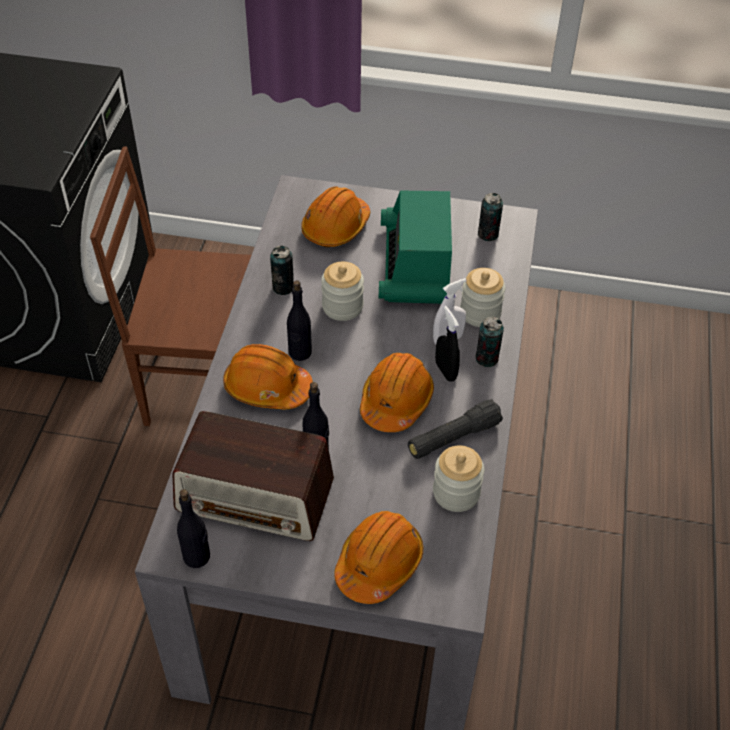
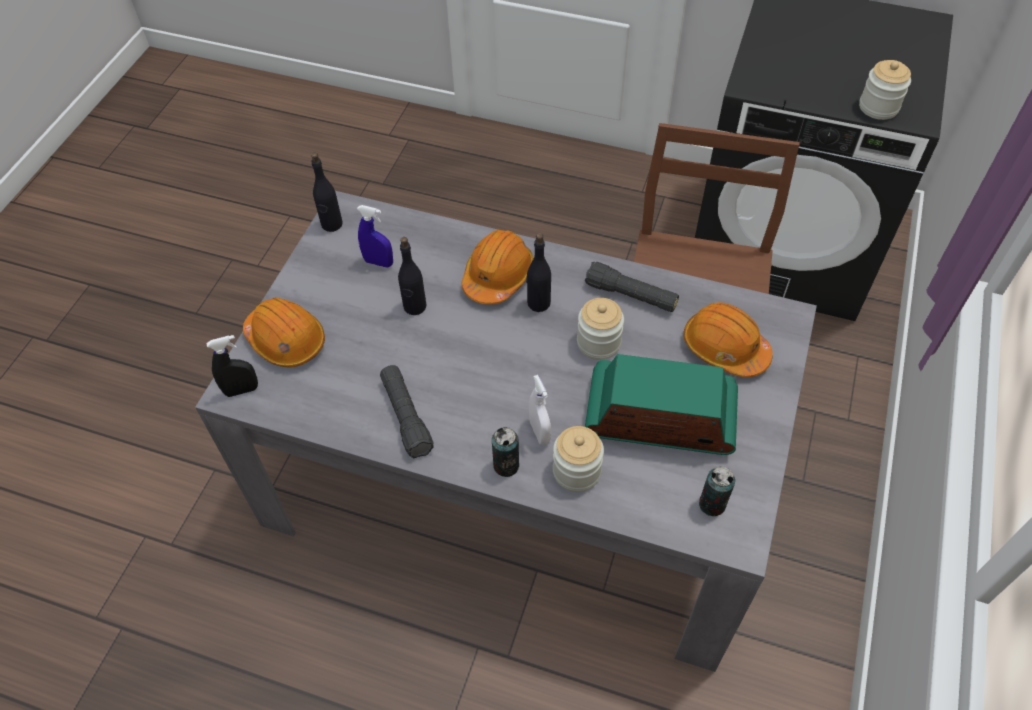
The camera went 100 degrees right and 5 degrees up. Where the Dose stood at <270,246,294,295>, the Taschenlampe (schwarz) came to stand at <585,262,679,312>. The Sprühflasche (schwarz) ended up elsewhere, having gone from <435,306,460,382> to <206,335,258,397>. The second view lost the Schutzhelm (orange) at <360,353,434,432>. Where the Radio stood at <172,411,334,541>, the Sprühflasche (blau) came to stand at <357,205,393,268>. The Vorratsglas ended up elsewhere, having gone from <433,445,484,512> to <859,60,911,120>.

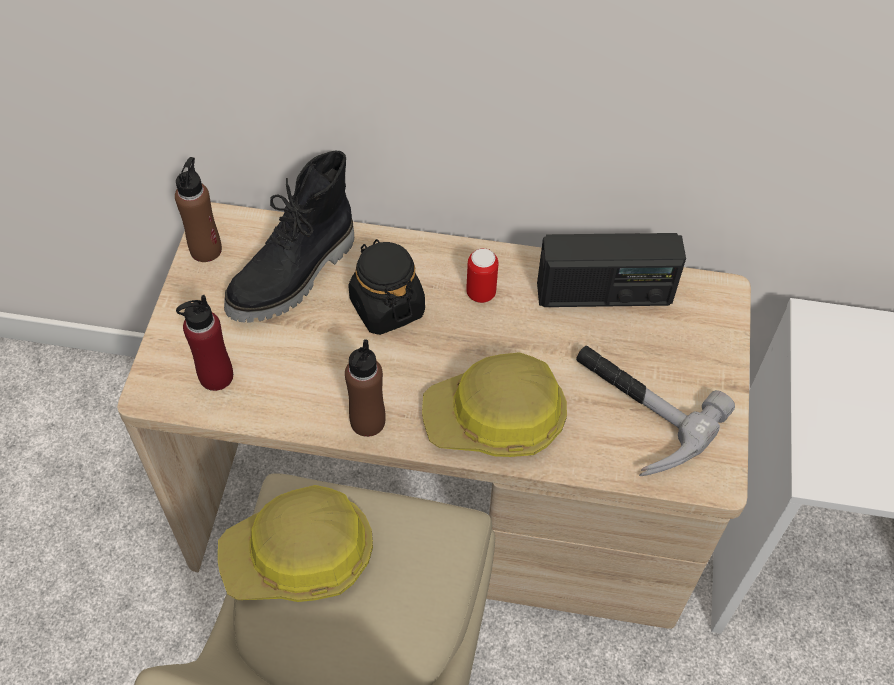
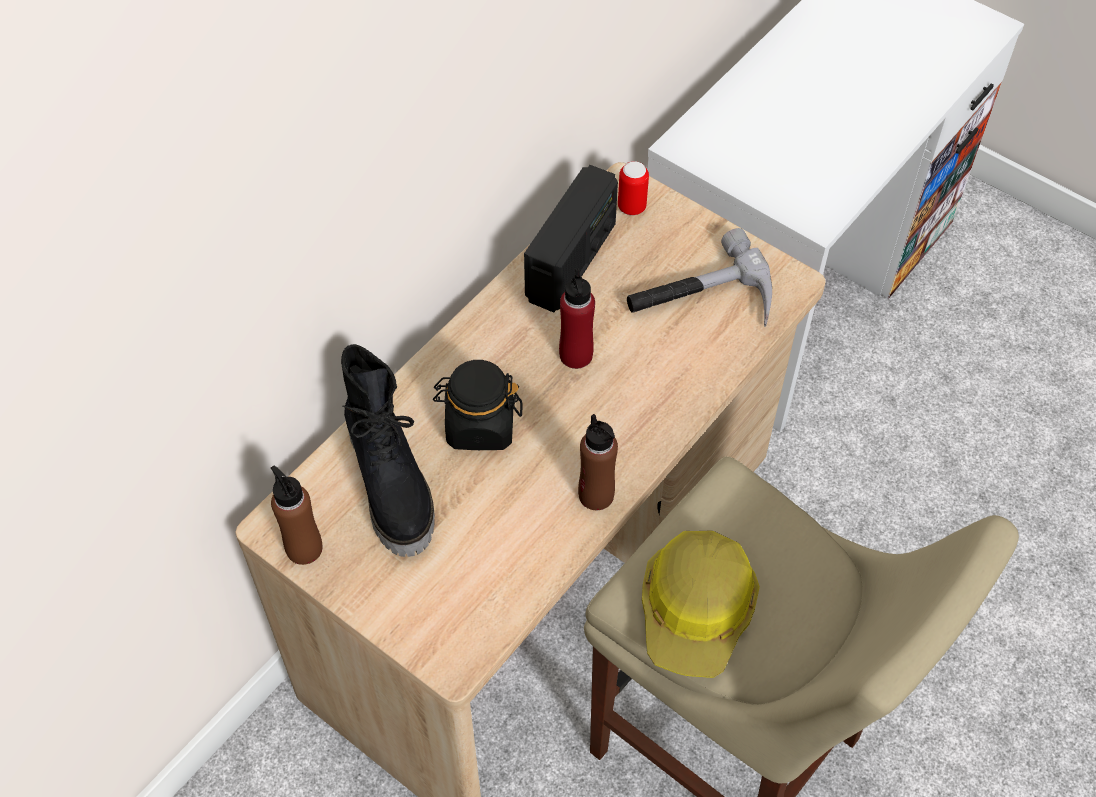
The camera went 60 degrees left and 0 degrees up. The Dose ended up elsewhere, having gone from <466,248,498,303> to <618,161,649,215>. The Flasche (rot) ended up elsewhere, having gone from <176,295,233,391> to <559,268,595,369>. The second view lost the Schutzhelm at <422,352,567,457>.

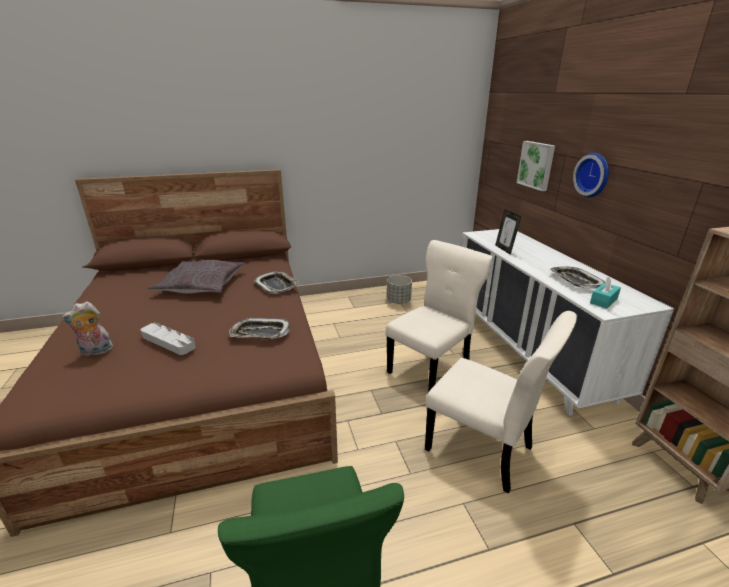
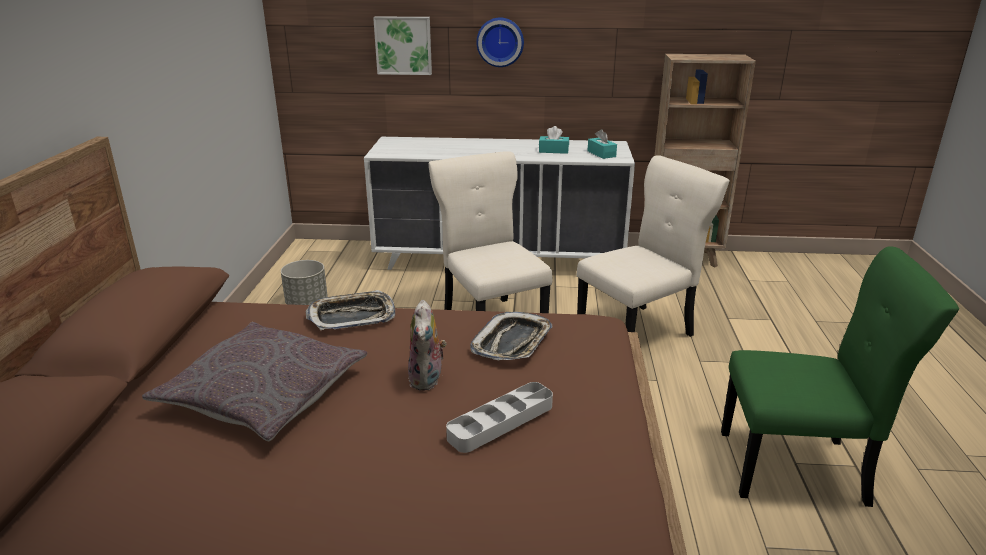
The camera went 70 degrees left and 0 degrees up. The second view lost the Bilderrahmen at <495,209,521,255>. Where the Tablett stood at <550,267,606,289>, the Taschentuchbox (türkis) came to stand at <539,126,569,154>. The Plüschtier ended up elsewhere, having gone from <61,301,114,356> to <408,300,447,391>.

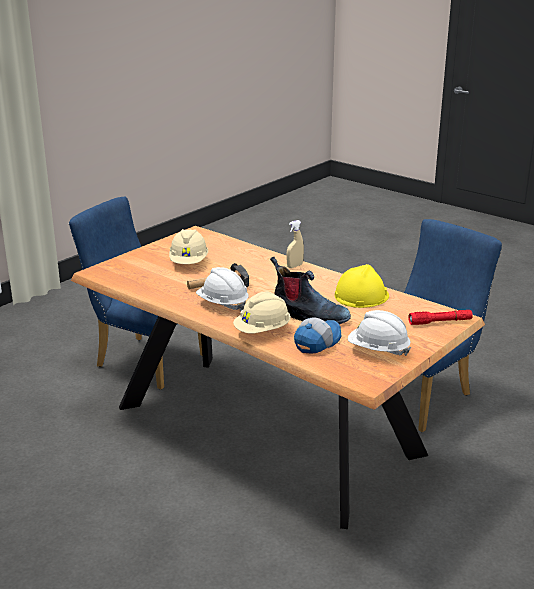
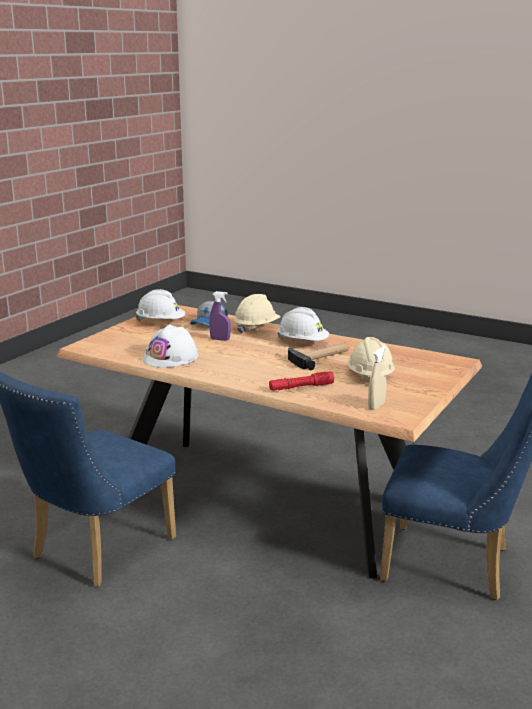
The camera went 170 degrees right and 5 degrees down. The Sprühflasche (beige) ended up elsewhere, having gone from <286,220,304,268> to <368,347,386,410>. Where the Stiefel stood at <270,257,351,325>, the Sprühflasche (lila) came to stand at <209,291,231,341>. What was the Schutzhelm (gelb) at <335,264,389,308> turned into the Schutzhelm (weiß) at <143,324,198,368>. The Taschenlampe (rot) ended up elsewhere, having gone from <408,310,473,325> to <269,371,334,391>.

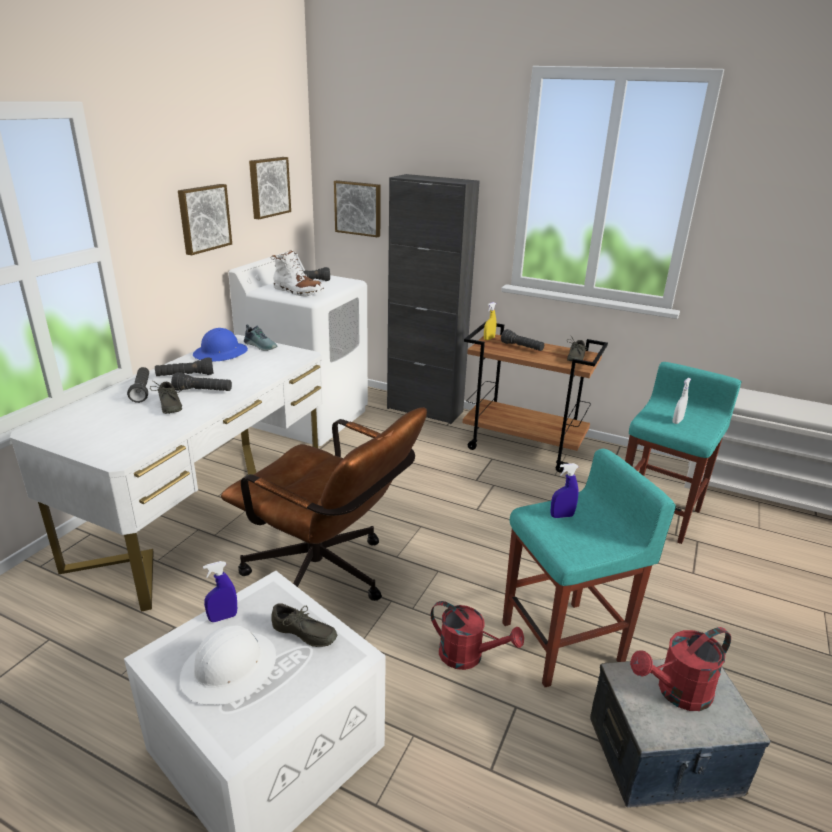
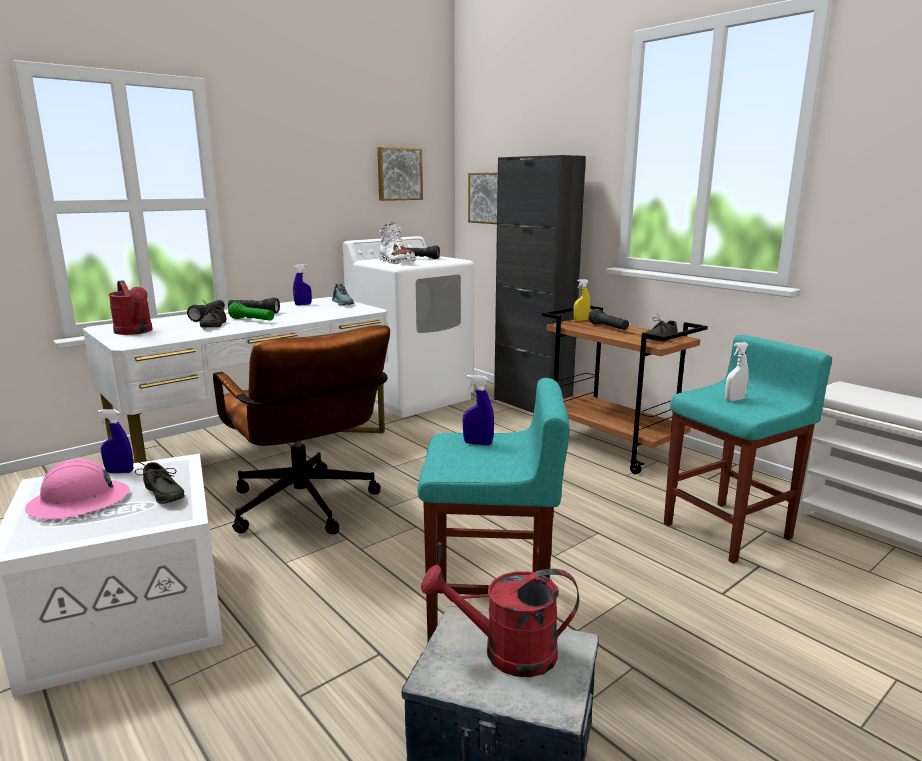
The camera went 25 degrees right and 10 degrees down. The second view lost the Bild at <178,184,232,255>. Where the Schutzhelm (blau) stood at <193,328,248,361>, the Sprühflasche (blau) came to stand at <293,264,312,305>. What was the Taschenlampe (schwarz) at <171,372,232,391> turned into the Taschenlampe (grün) at <228,302,274,321>. The Gießkanne (rot) ended up elsewhere, having gone from <431,601,524,670> to <108,280,153,335>. What was the Schutzhelm (weiß) at <179,626,276,705> turned into the Schutzhelm (rosa) at <25,459,130,519>.

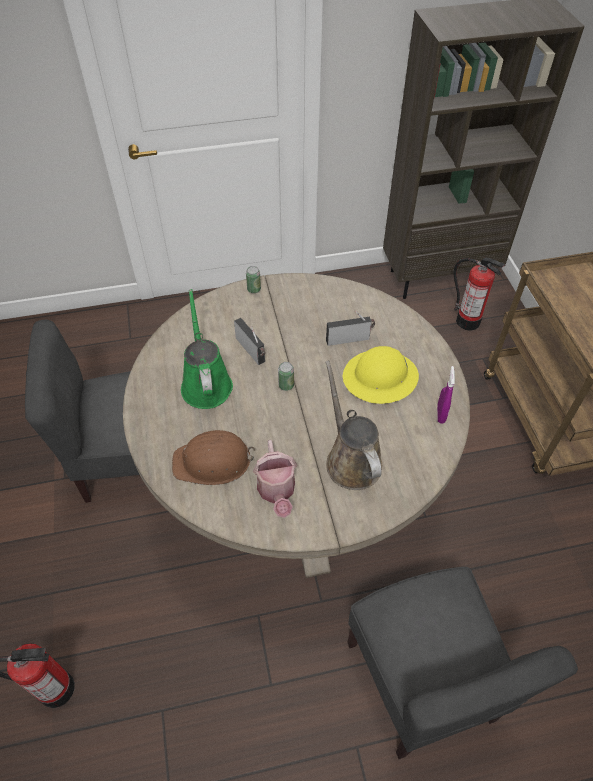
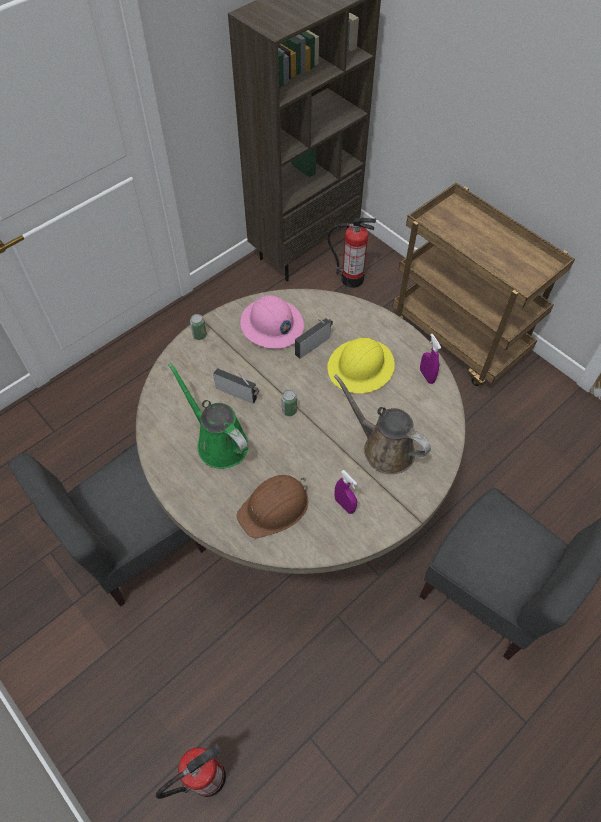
The camera went 30 degrees left and 5 degrees up. Where the Gießkanne stood at <253,440,297,518>, the Sprühflasche (lila) came to stand at <335,470,357,514>. The second view gained the Schutzhelm (rosa) at <240,295,304,349>.

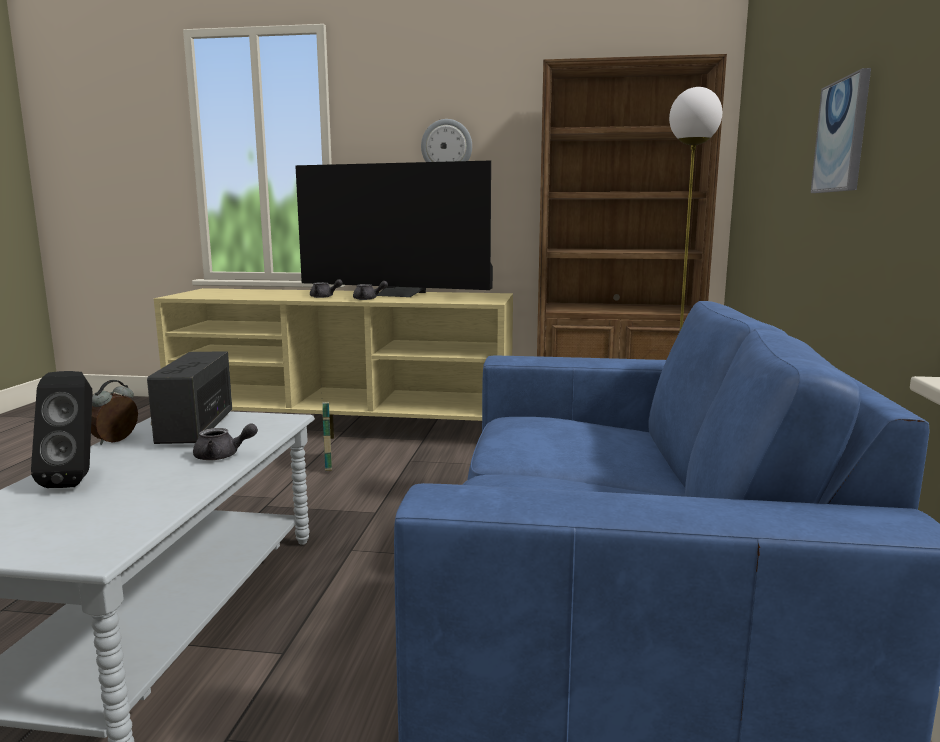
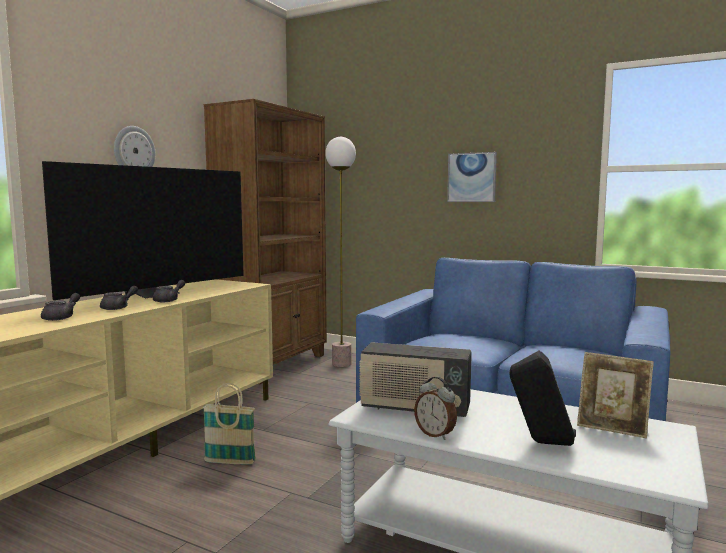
The camera went 70 degrees left and 5 degrees down. The Teekanne (grau) ended up elsewhere, having gone from <193,423,258,460> to <41,293,80,321>. The second view gained the Bilderrahmen at <577,352,654,439>.

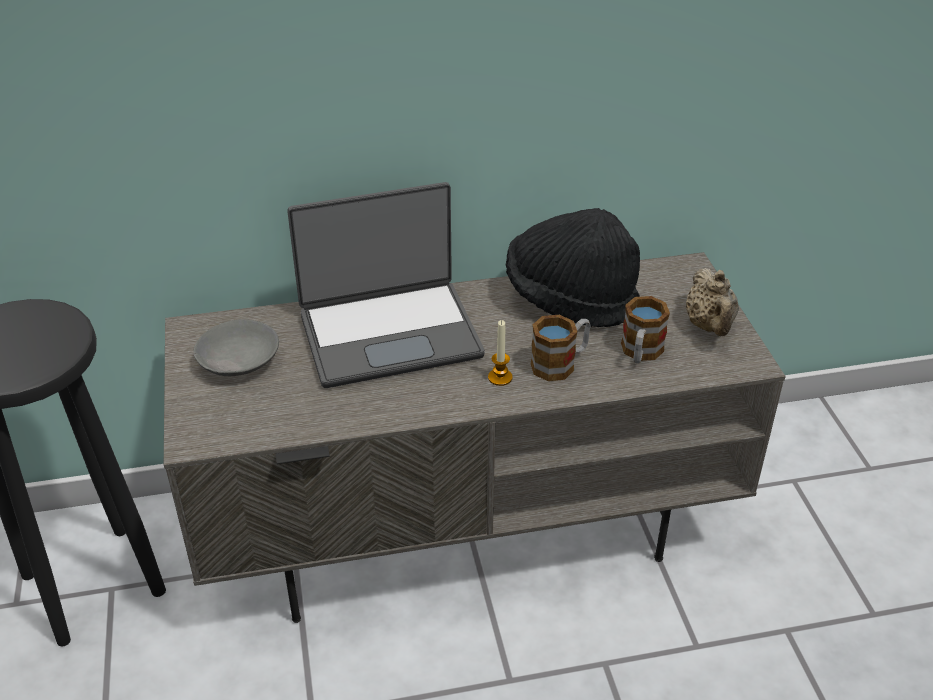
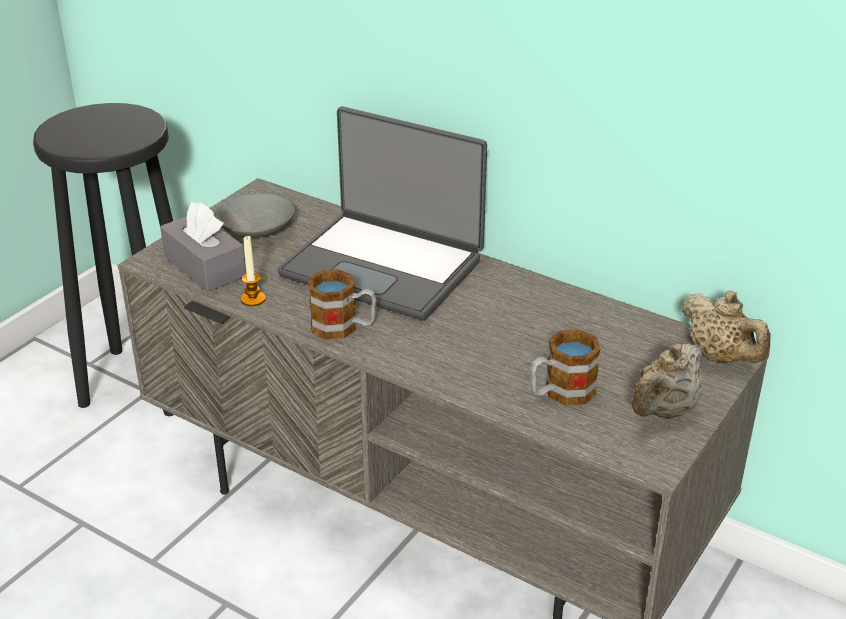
The camera went 45 degrees right and 5 degrees down. The second view lost the Hut (schwarz) at <506,208,640,327>. The Henkelbecher ended up elsewhere, having gone from <530,315,591,381> to <308,269,376,340>. The Kerze ended up elsewhere, having gone from <488,320,513,386> to <241,236,266,306>. The second view gained the Taschentuchbox (grau) at <160,202,246,292>. The second view gained the Teekanne (beige) at <681,290,771,363>.

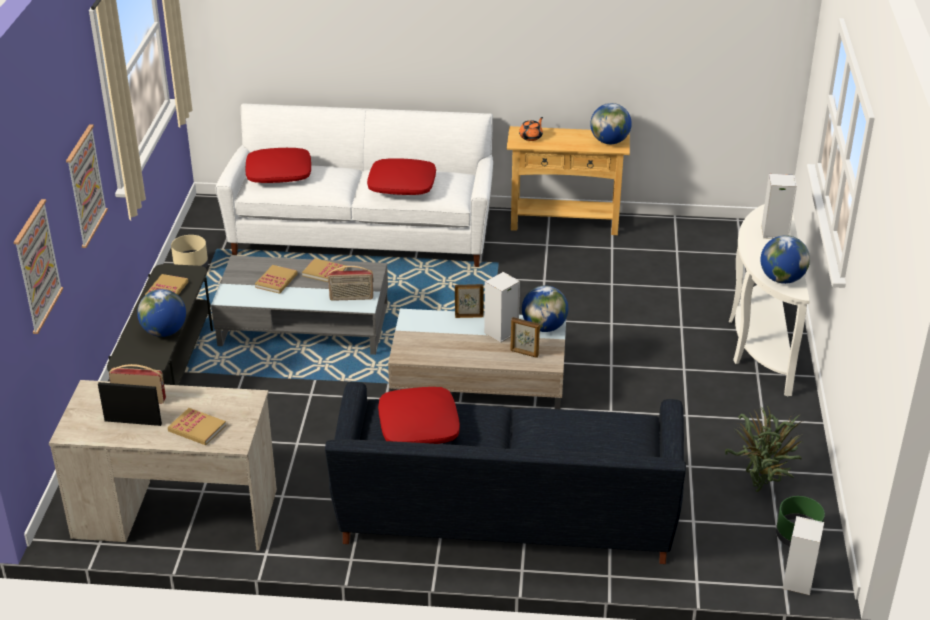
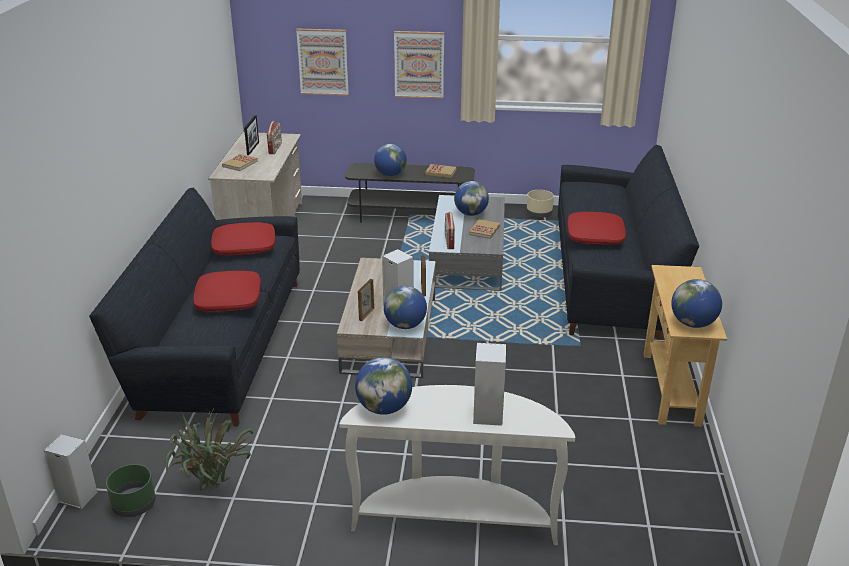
The camera went 90 degrees right and 5 degrees down. What was the Sofa (weiß) at <215,104,493,267> turned into the Sofa (schwarz) at <558,145,699,340>. The second view lost the Teekanne (orange) at <519,117,543,141>. The Kissen (rot) ended up elsewhere, having gone from <245,148,311,183> to <193,271,261,311>. Where the Buch stood at <255,265,298,294>, the Globus came to stand at <454,181,489,216>.

